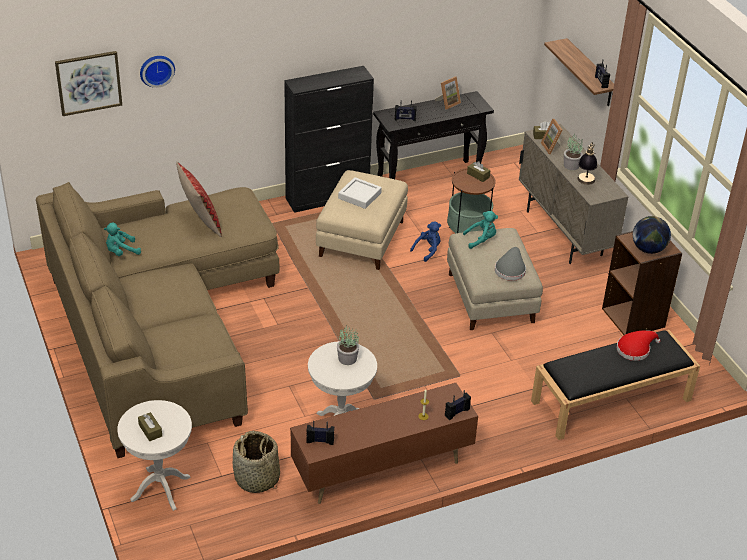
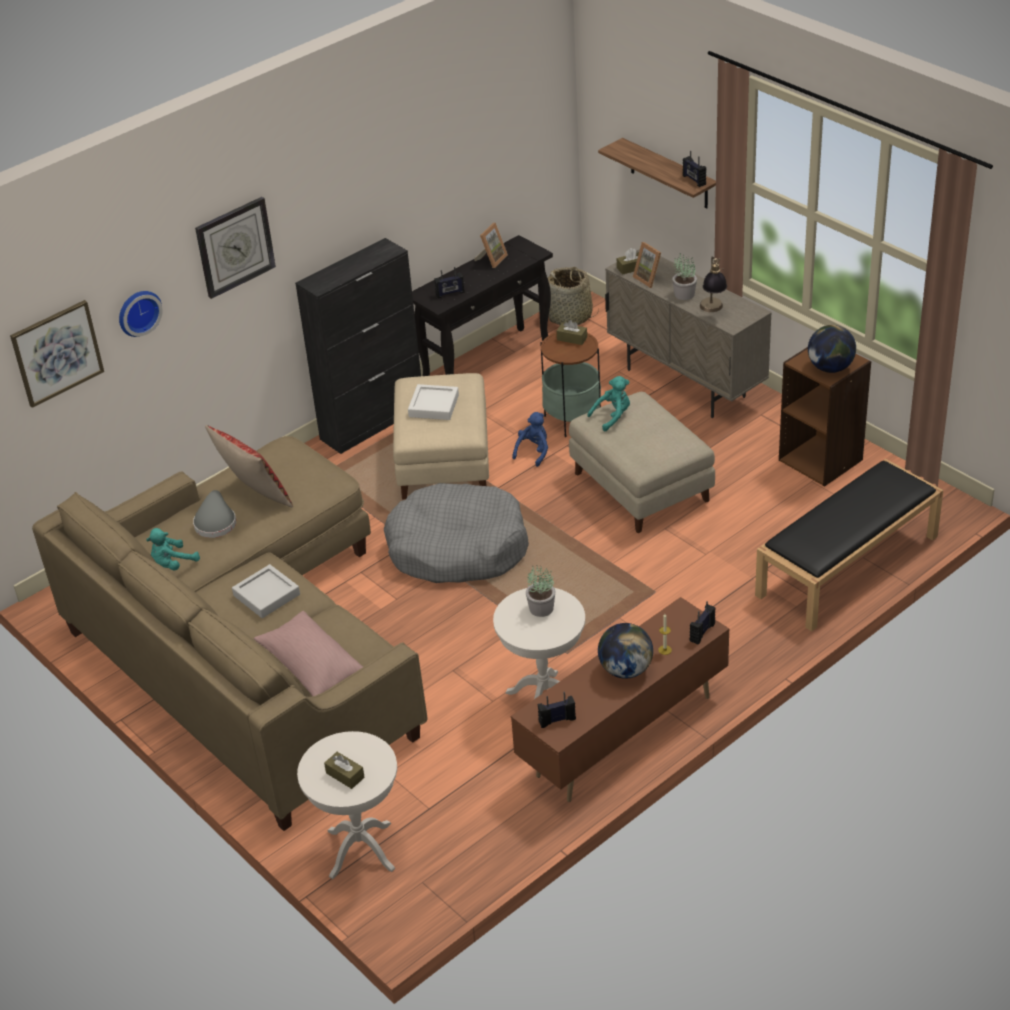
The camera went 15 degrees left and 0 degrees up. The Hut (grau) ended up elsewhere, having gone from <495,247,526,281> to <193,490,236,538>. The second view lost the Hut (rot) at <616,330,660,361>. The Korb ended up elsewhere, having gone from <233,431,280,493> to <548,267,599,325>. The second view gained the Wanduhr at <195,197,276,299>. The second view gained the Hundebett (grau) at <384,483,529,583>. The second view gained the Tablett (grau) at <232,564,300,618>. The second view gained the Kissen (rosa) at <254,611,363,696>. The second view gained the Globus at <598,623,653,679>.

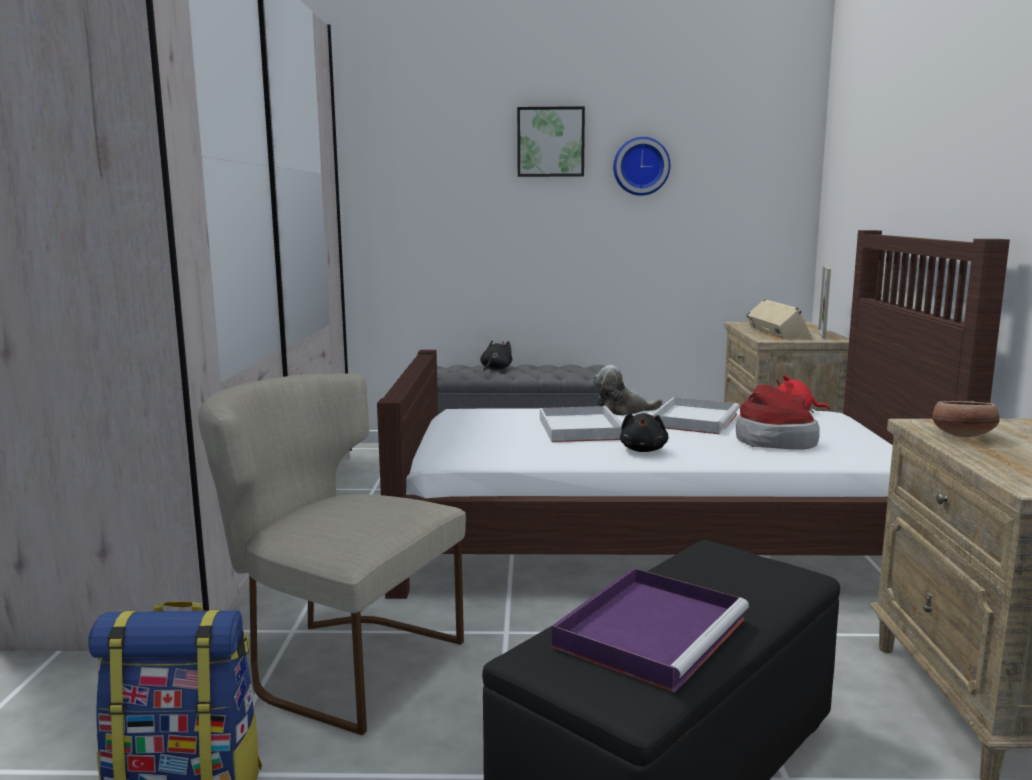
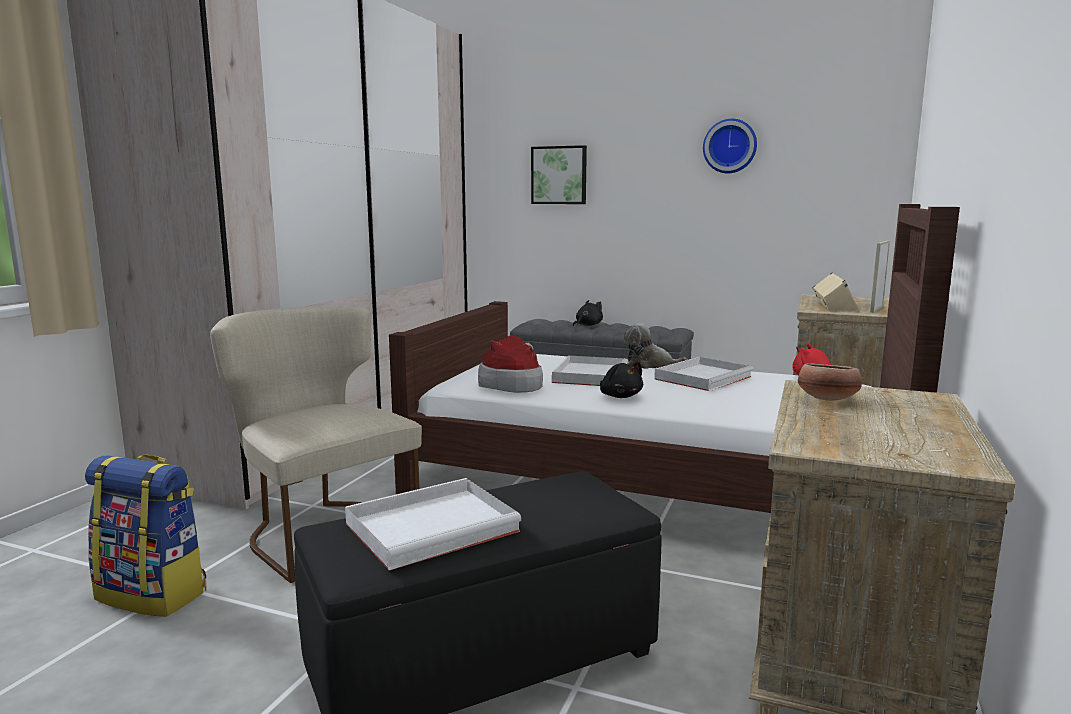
The camera went 20 degrees right and 0 degrees up. The Bild ended up elsewhere, having gone from <517,106,585,177> to <531,145,587,204>. The Hut ended up elsewhere, having gone from <736,384,820,450> to <478,335,543,393>. The Plüschtier (schwarz) at <620,412,669,452> ended up facing another way, 60 degrees counterclockwise from before. What was the Tablett (lila) at <552,568,749,692> turned into the Tablett (weiß) at <345,478,522,570>.

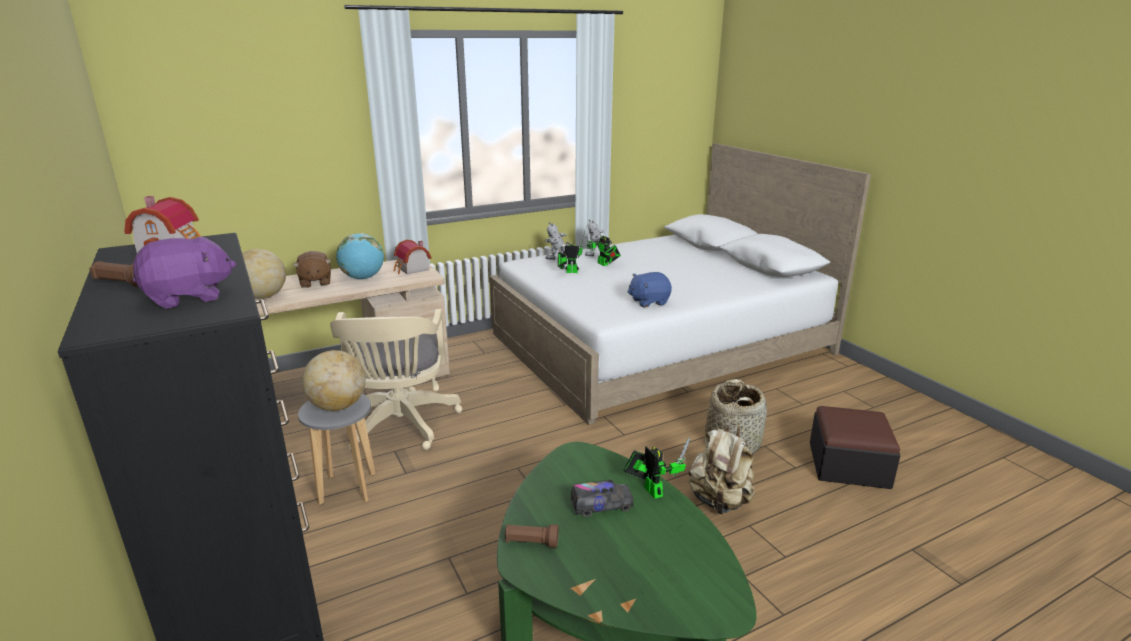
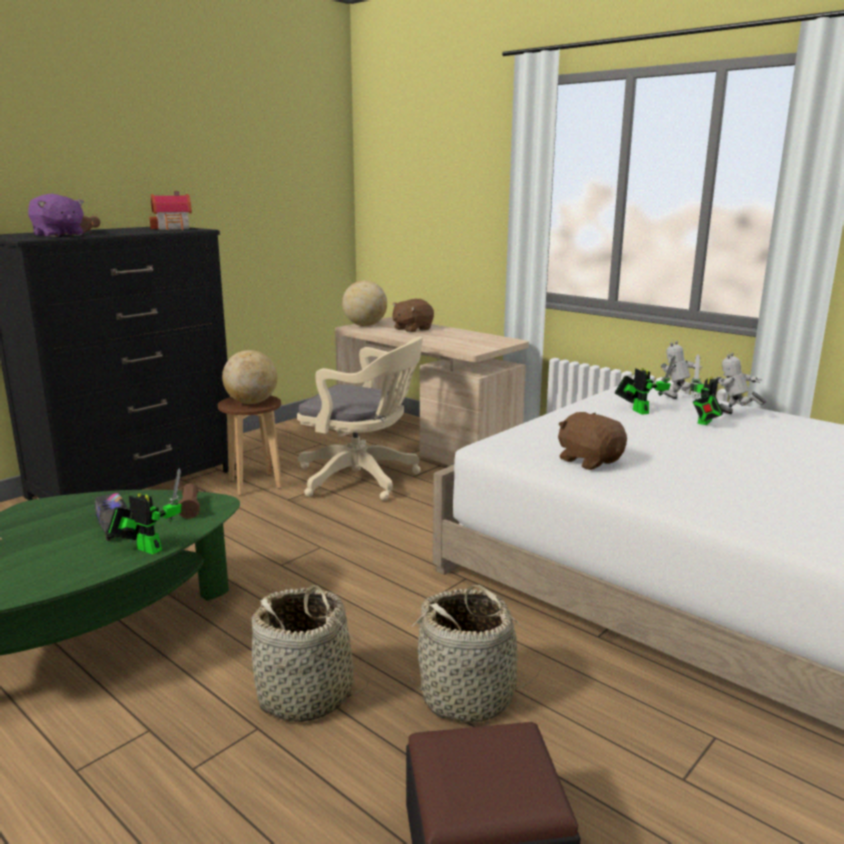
The camera went 70 degrees right and 5 degrees down. The second view lost the Globus at <336,233,384,279>. The second view lost the Spielzeughaus at <394,240,432,274>. What was the Plüschtier (blau) at <628,272,672,307> turned into the Plüschtier (braun) at <558,412,627,470>. The Bürostuhl (beige) at <330,309,463,450> ended up facing another way, 135 degrees counterclockwise from before. What was the Hocker (grau) at <298,394,376,505> turned into the Hocker (braun) at <218,395,282,495>. Where the Rucksack (beige) stood at <689,424,755,514>, the Korb came to stand at <250,585,370,722>. The Spielzeugroboter at <623,438,690,499> ended up facing another way, 105 degrees counterclockwise from before. The Taschenlampe (braun) ended up elsewhere, having gone from <505,524,559,548> to <178,483,200,519>.

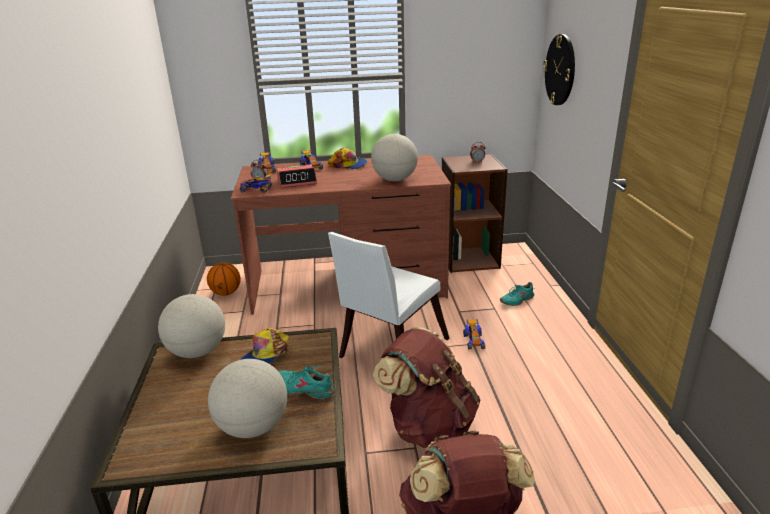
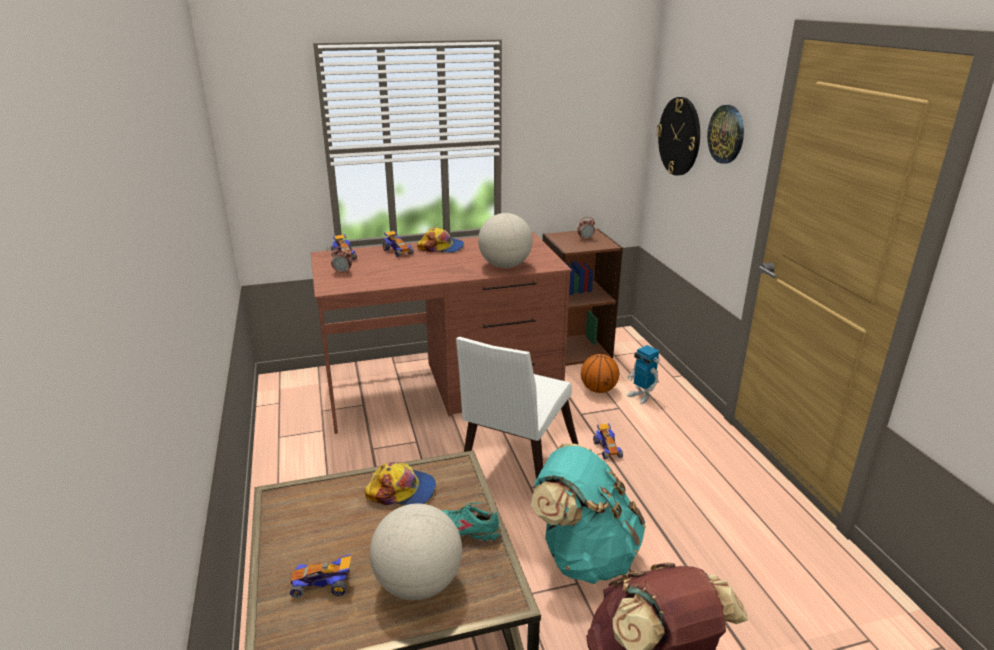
The camera went 10 degrees left and 0 degrees up. The second view lost the Wecker at <277,164,317,188>. The Spielzeugauto ended up elsewhere, having gone from <240,173,272,192> to <290,553,352,598>. The Basketball ended up elsewhere, having gone from <207,263,241,296> to <581,354,619,393>. Where the Schuh (türkis) stood at <500,282,535,306>, the Spielzeugroboter came to stand at <627,345,660,404>. The second view lost the Globus at <158,294,225,358>. The Kappe at <240,327,289,364> ended up facing another way, 105 degrees counterclockwise from before. What was the Rucksack (braun) at <373,327,480,448> turned into the Rucksack (türkis) at <531,443,646,584>. The second view gained the Wanduhr at <707,105,744,164>.

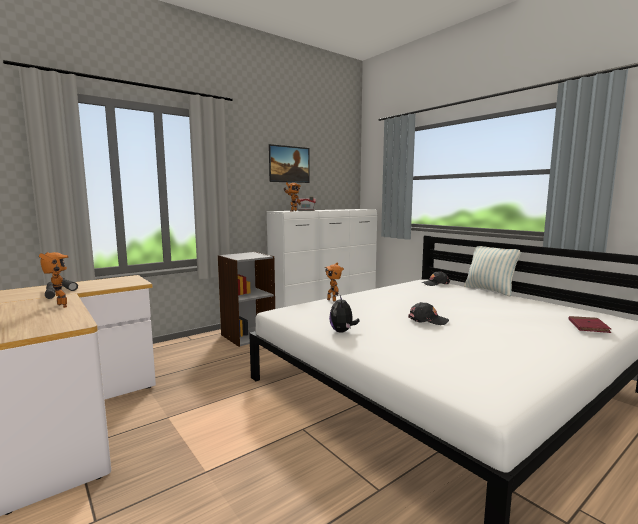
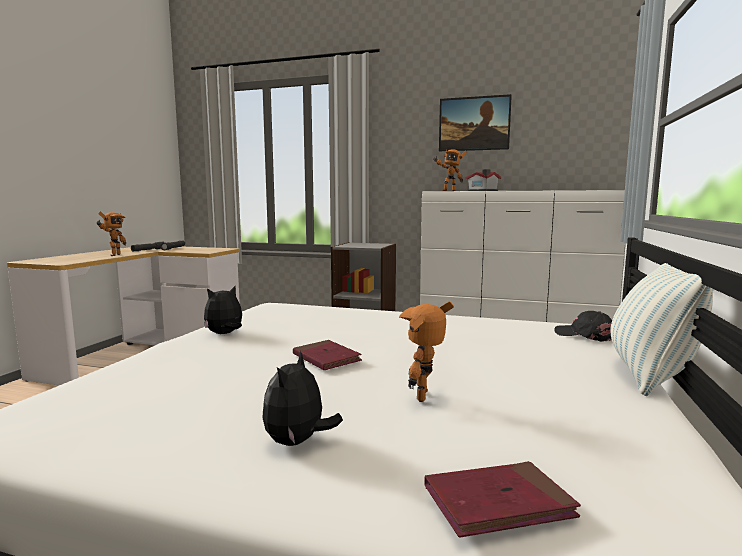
The camera went 55 degrees right and 0 degrees up. The Spielzeugroboter ended up elsewhere, having gone from <325,263,344,302> to <399,302,454,402>. Where the Kappe (schwarz) stood at <408,302,449,325>, the Buch (rot) came to stand at <293,340,362,370>. The second view gained the Plüschtier at <263,351,343,446>.

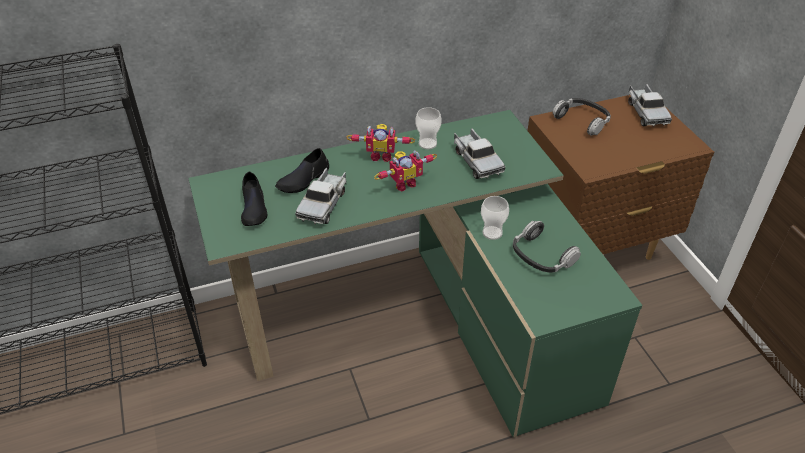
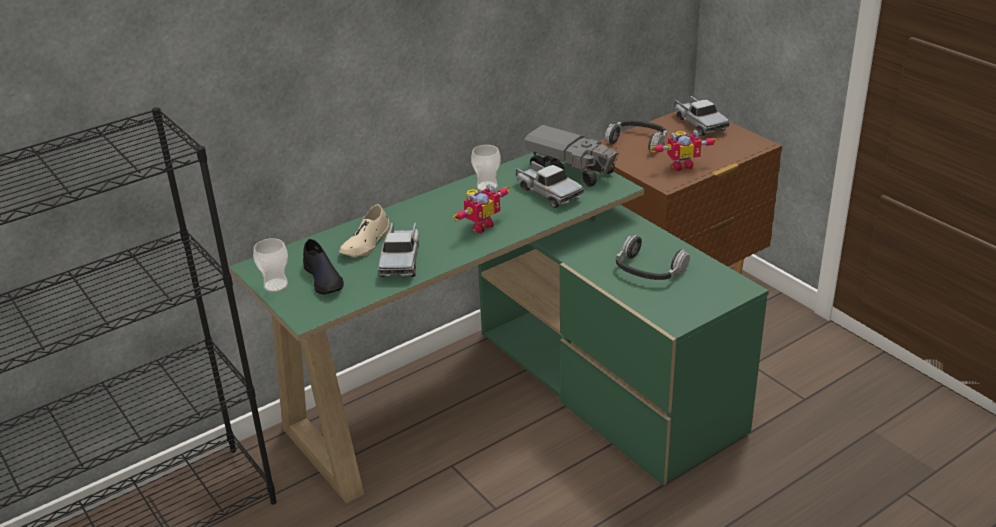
The camera went 15 degrees left and 10 degrees down. The Spielzeugroboter ended up elsewhere, having gone from <347,124,415,162> to <649,130,719,171>. What was the Schuh (schwarz) at <275,148,329,193> turned into the Schuh (beige) at <339,204,390,257>. The Tasse ended up elsewhere, having gone from <481,196,509,240> to <253,238,288,292>. The second view gained the Spielzeuglaster at <524,125,619,187>.

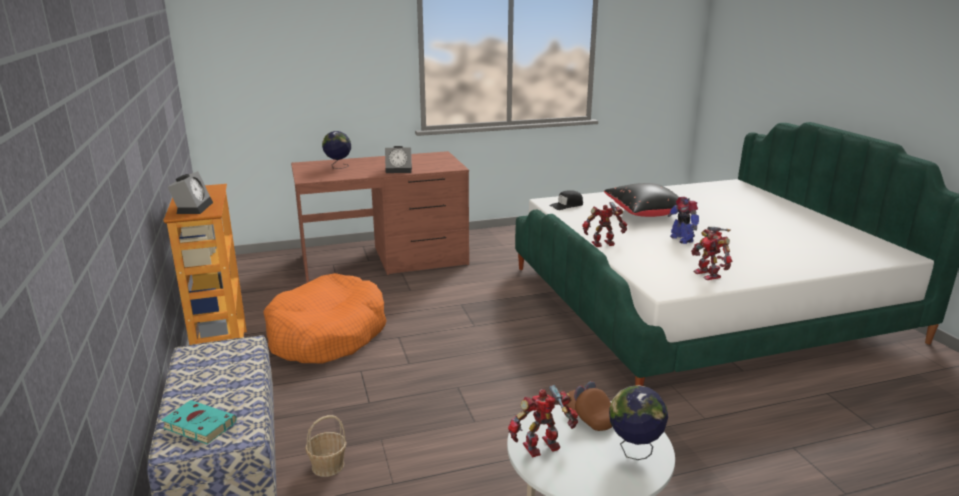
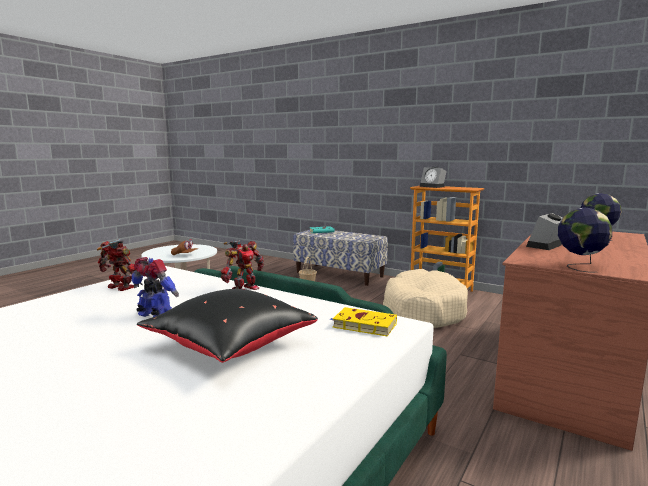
The camera went 140 degrees right and 10 degrees down. Where the Kappe (schwarz) stood at <549,190,583,210>, the Buch (gelb) came to stand at <330,307,397,337>. What was the Hundebett (orange) at <263,273,387,363> turned into the Hundebett (beige) at <383,269,468,328>. The second view lost the Spielzeugroboter at <508,385,578,458>. The Globus ended up elsewhere, having gone from <609,385,668,460> to <558,208,612,273>.

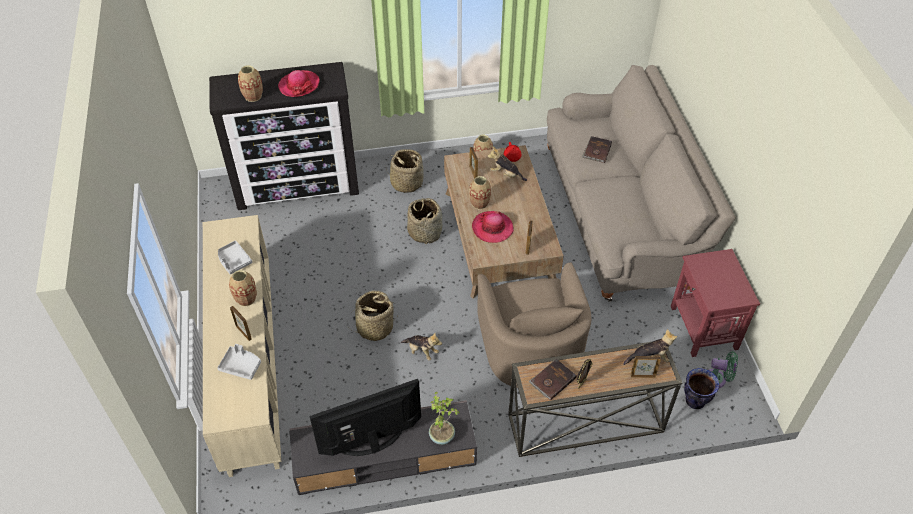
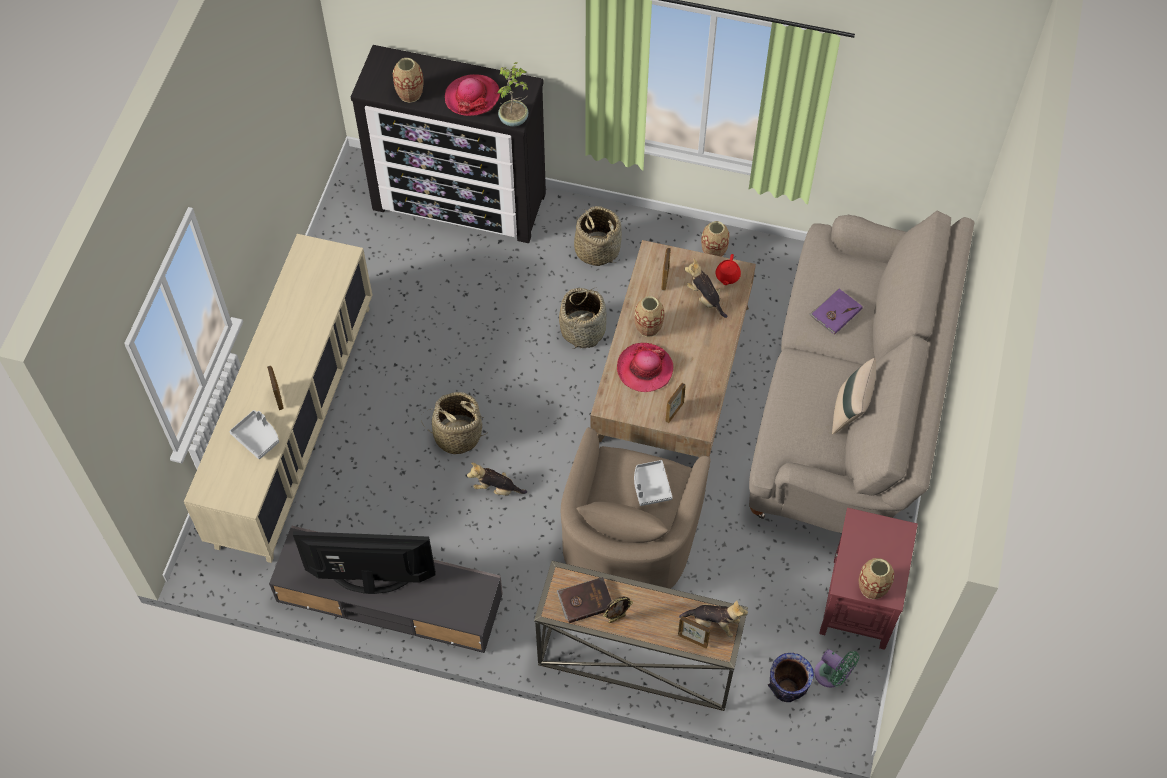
The camera went 25 degrees right and 10 degrees up. What was the Buch (braun) at <582,136,612,163> turned into the Buch (lila) at <809,289,863,335>. The Tablett (grau) ended up elsewhere, having gone from <218,240,253,274> to <634,460,673,506>. The Vase ended up elsewhere, having gone from <229,270,257,306> to <859,558,894,599>. The Plüschtier at <401,333,442,361> ended up facing another way, 135 degrees clockwise from before. The Topfpflanze ended up elsewhere, having gone from <429,392,460,445> to <497,62,529,127>. The second view gained the Kissen (beige) at <832,358,876,434>.

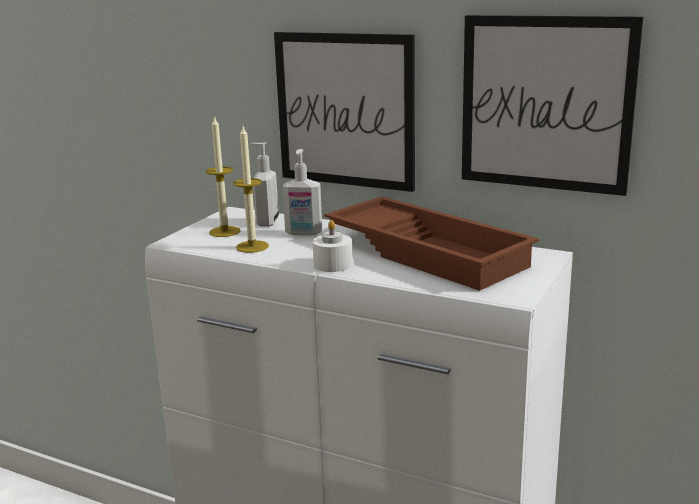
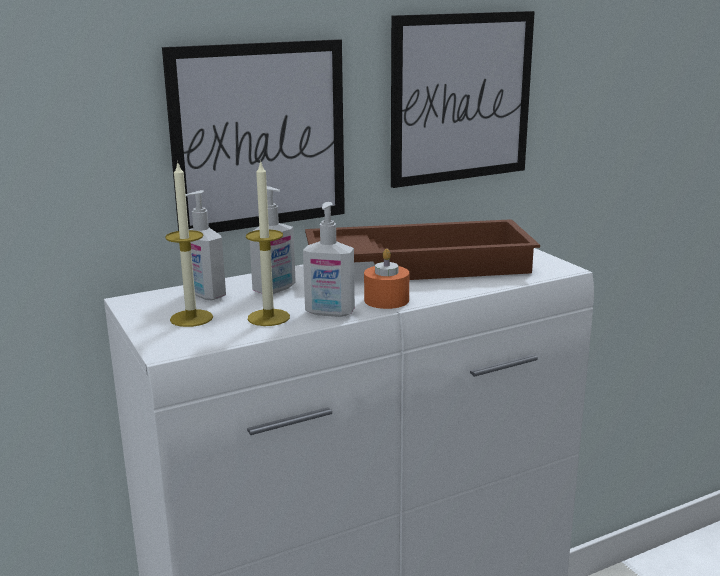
The camera went 55 degrees left and 0 degrees up. What was the Kerze (weiß) at <313,220,353,272> turned into the Kerze (orange) at <364,249,409,309>. The second view gained the Seifenspender at <303,202,355,317>.

